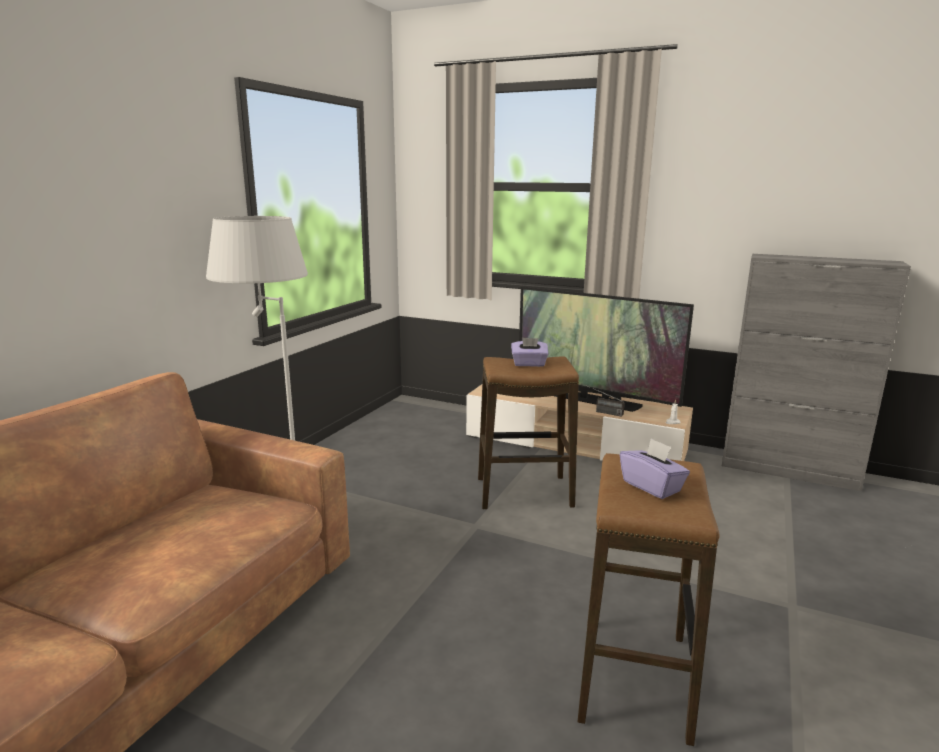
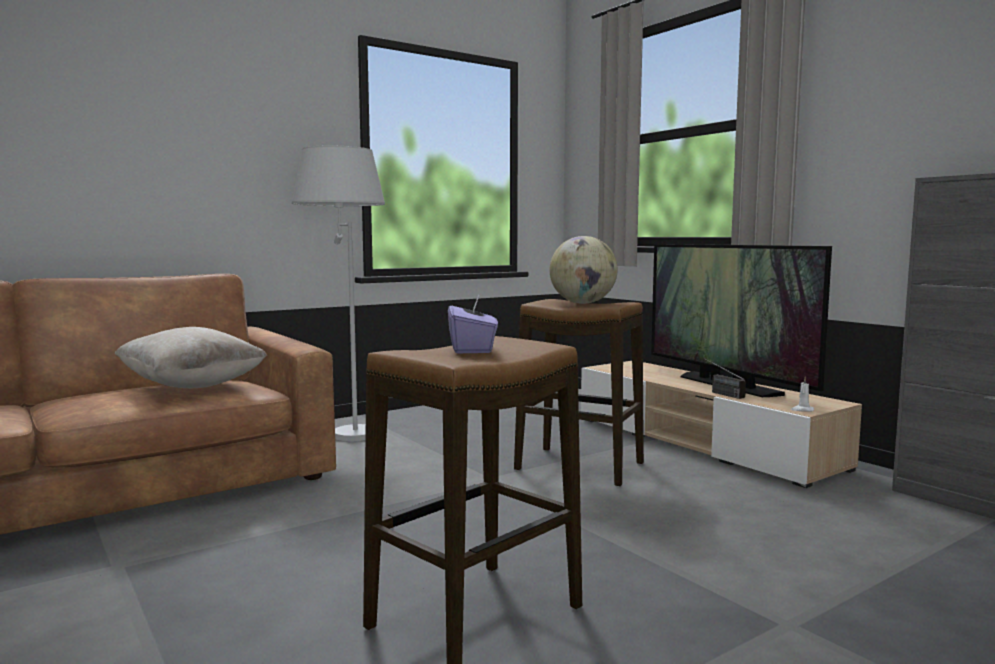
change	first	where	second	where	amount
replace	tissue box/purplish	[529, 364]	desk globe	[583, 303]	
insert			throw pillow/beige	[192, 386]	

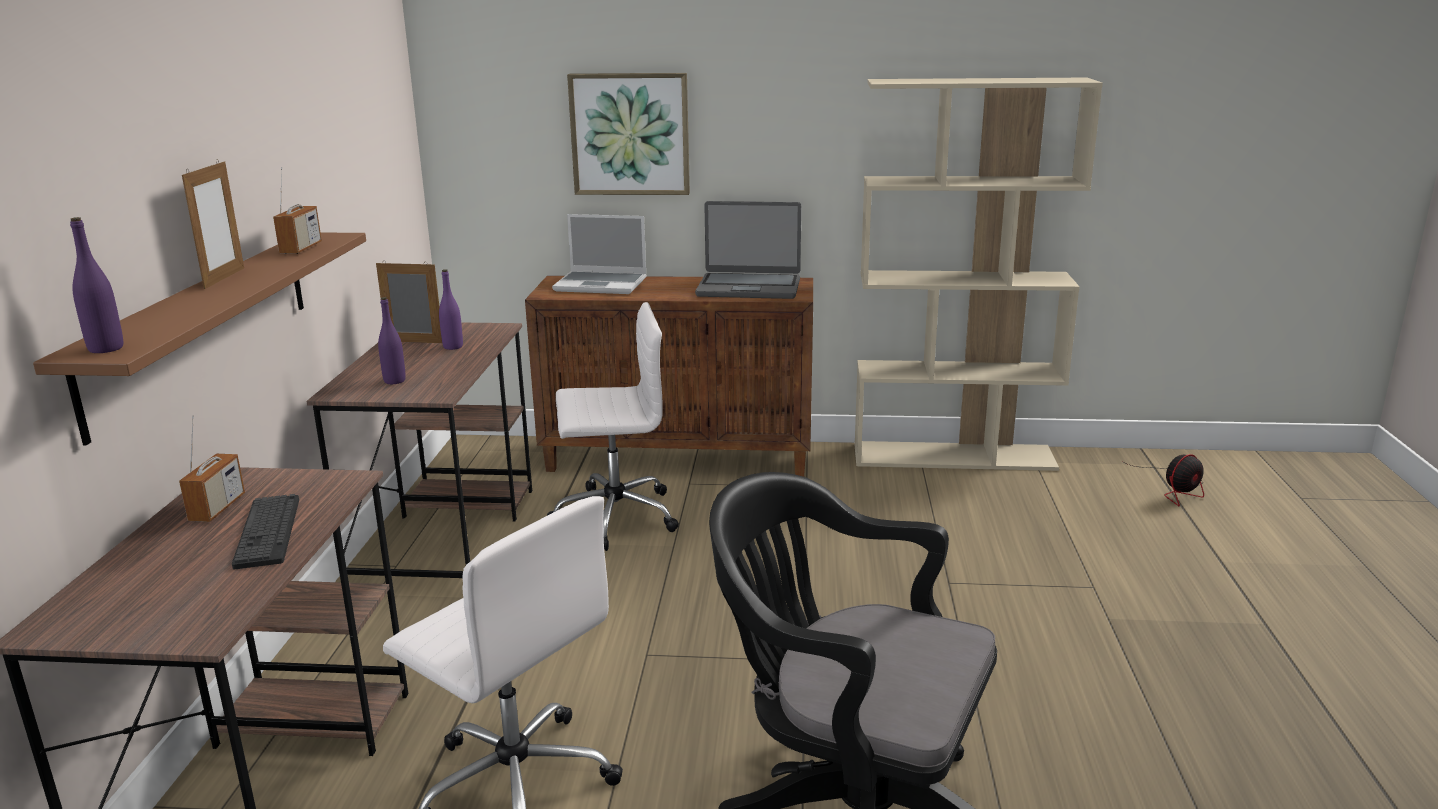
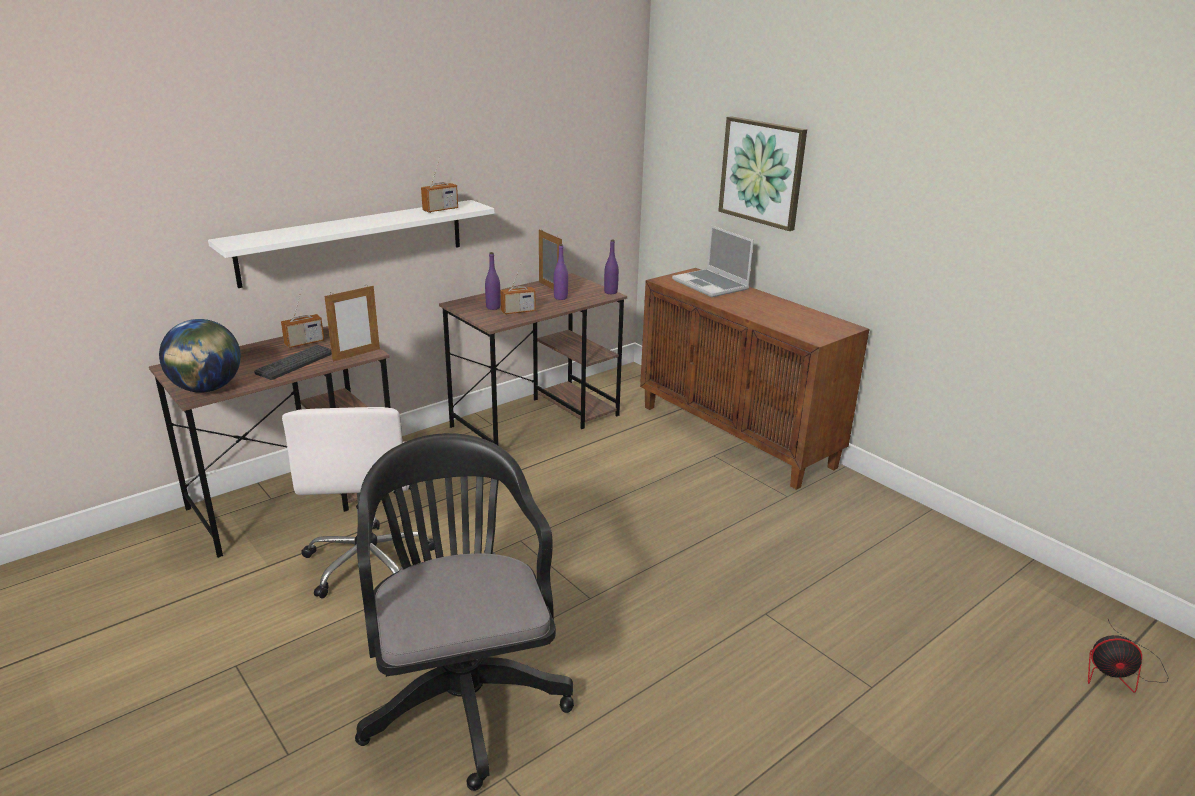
change	first	where	second	where	amount
recolor	shelf/brown	[203, 324]	shelf/white-coloured	[354, 241]	
move	bottle/purplish	[106, 348]		[610, 292]	
move	picture frame	[224, 278]		[356, 355]	
delete	office chair/white-coloured	[613, 516]			
delete	portable computer	[749, 287]			
delete	bookcase/beige	[954, 456]			
insert			desk globe	[207, 389]	
insert			radio	[518, 311]	

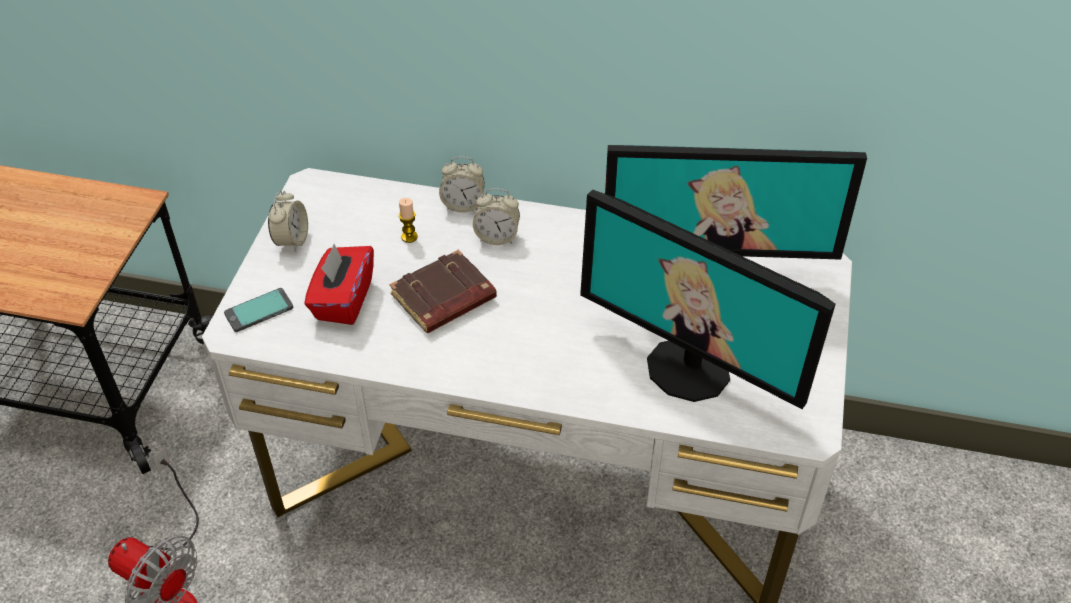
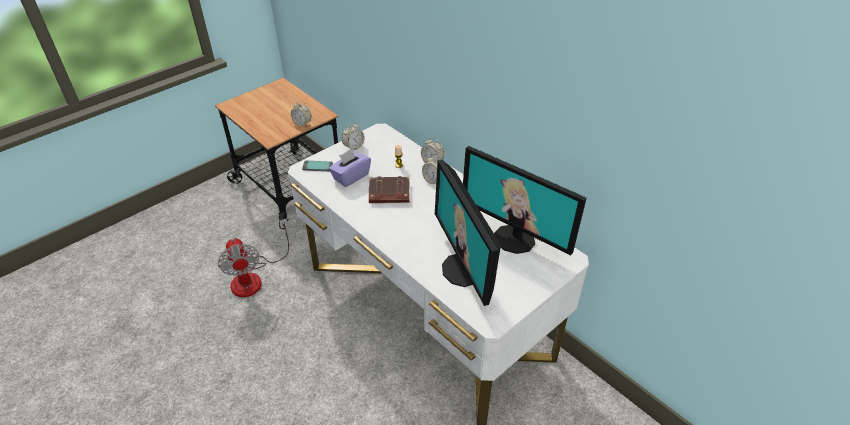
change	first	where	second	where	amount
recolor	tissue box/reddish	[343, 300]	tissue box/purplish	[350, 177]	
insert			table clock	[302, 123]	

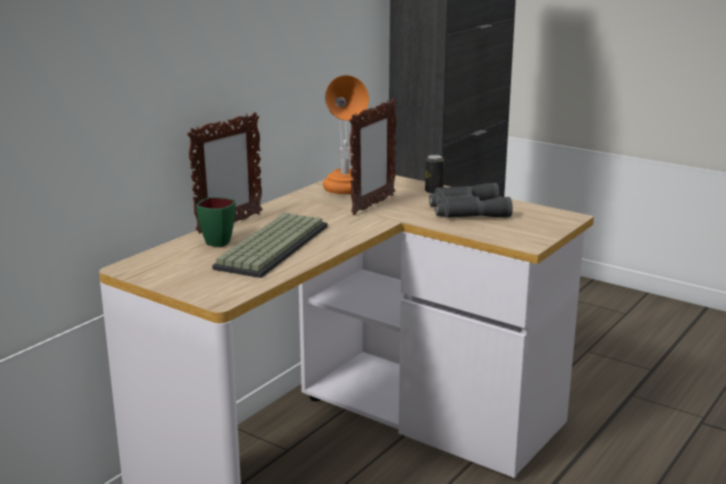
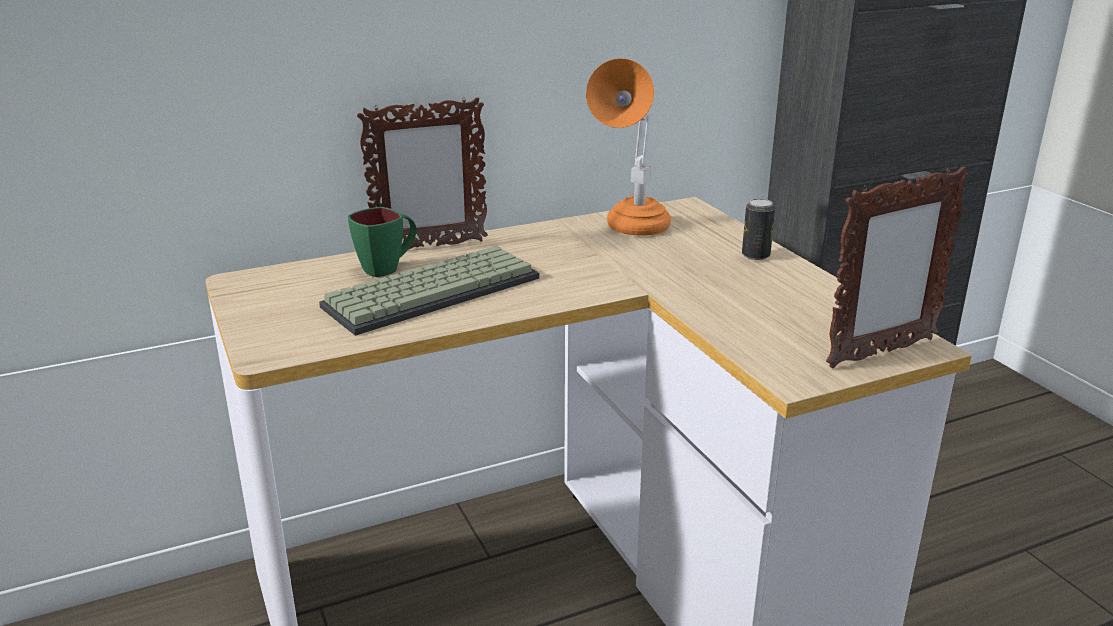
change	first	where	second	where	amount
move	picture frame	[372, 205]		[880, 353]	
delete	field glasses/greyish	[466, 210]			

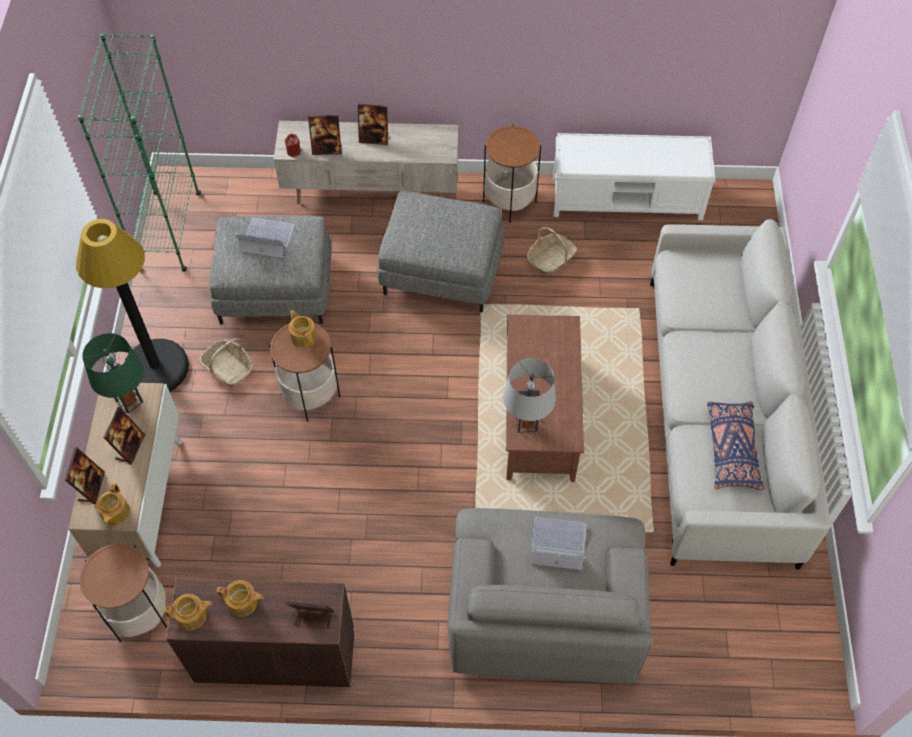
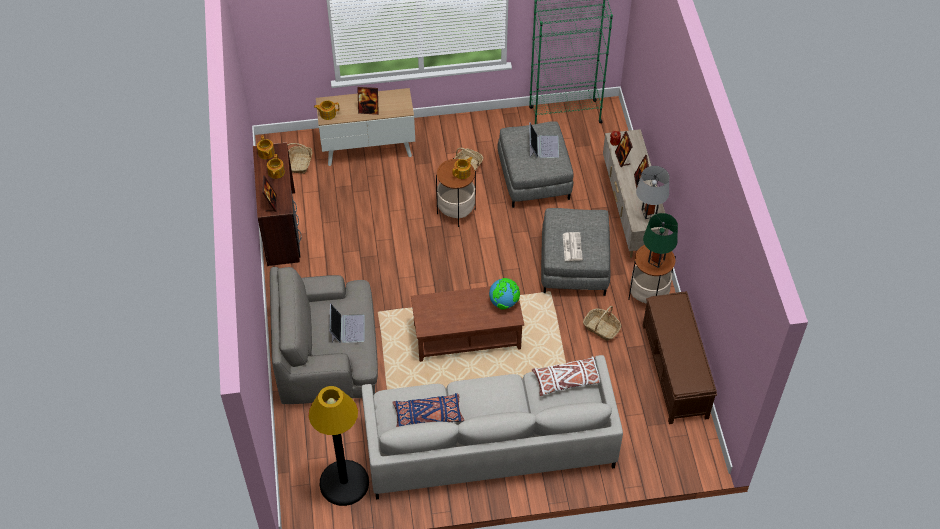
change	first	where	second	where	amount
delete	picture frame	[91, 487]			
move	floor lamp/black-coloured	[156, 368]		[344, 483]	
replace	accent table	[139, 612]	basket	[299, 163]	
move	lamp for a table/green	[129, 401]		[656, 260]	
move	lamp for a table/greyish	[526, 423]		[649, 213]	
recolor	indoor bench/white-coloured	[628, 199]	indoor bench/brown	[675, 371]	
insert			desk globe	[504, 302]	
insert			throw pillow/white-coloured	[567, 380]	
insert			daily paper	[572, 246]	

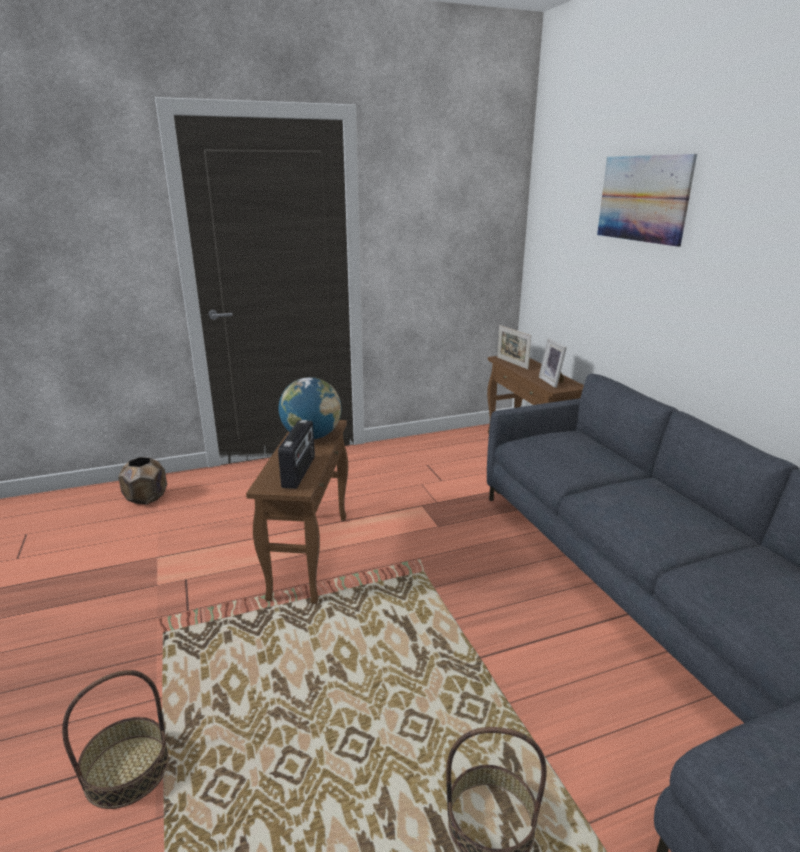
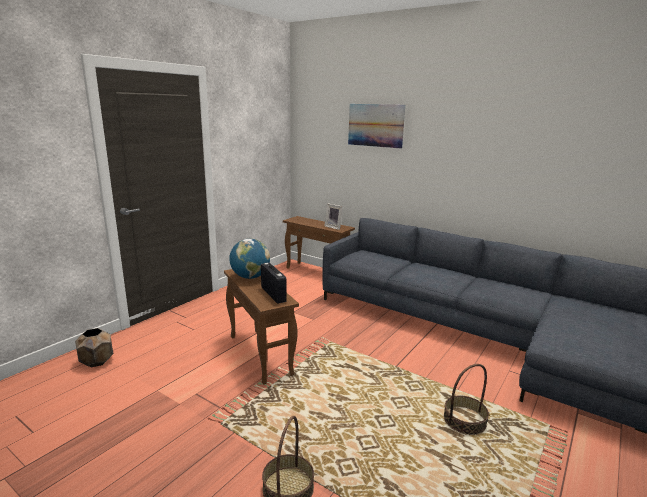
change	first	where	second	where	amount
delete	picture frame	[512, 363]			

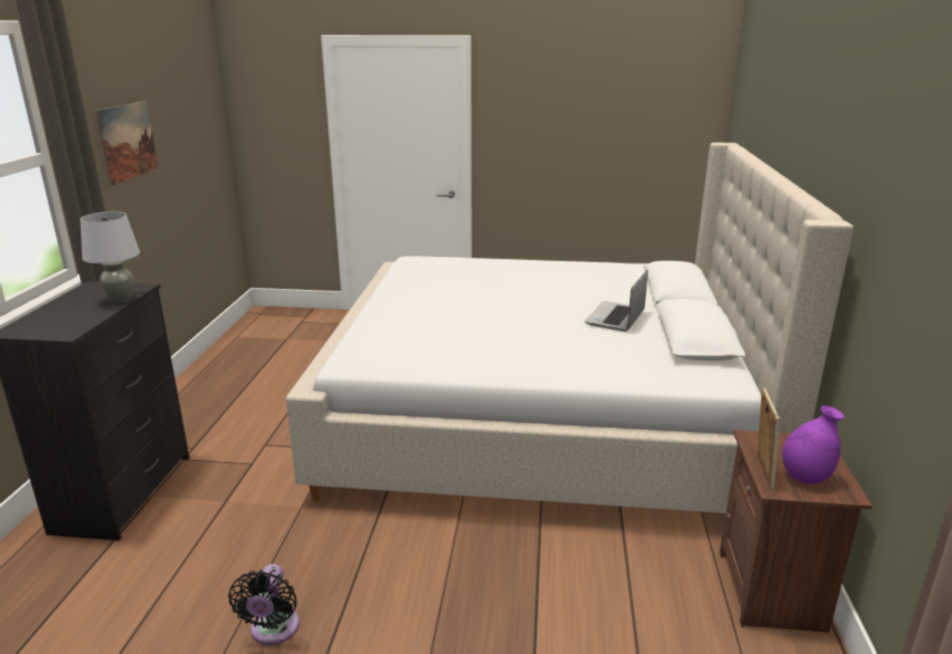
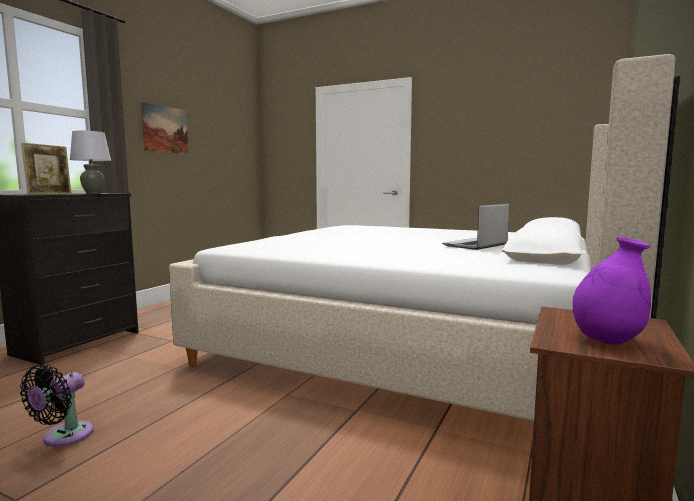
change	first	where	second	where	amount
move	picture frame	[761, 470]		[49, 194]	

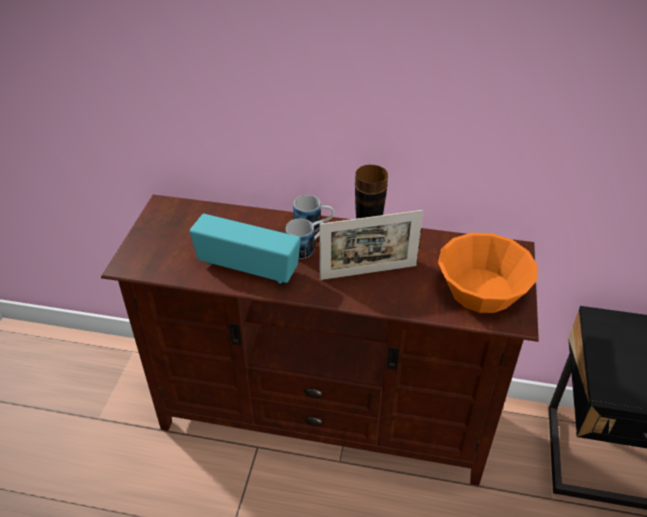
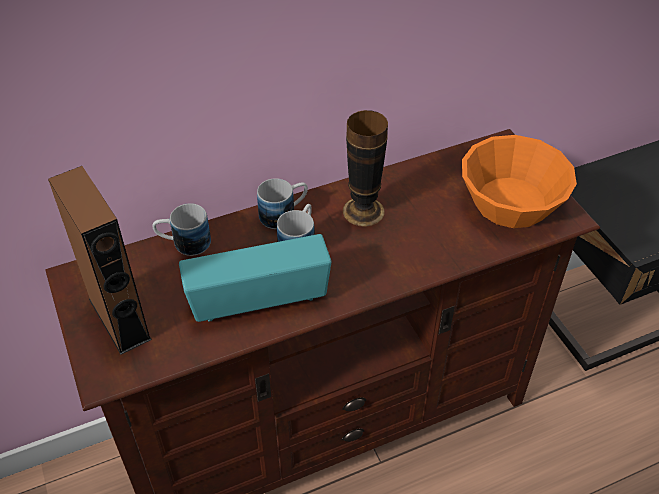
change	first	where	second	where	amount
delete	picture frame	[368, 272]			
insert			loudspeaker/brown	[119, 319]	
insert			mug	[184, 243]	

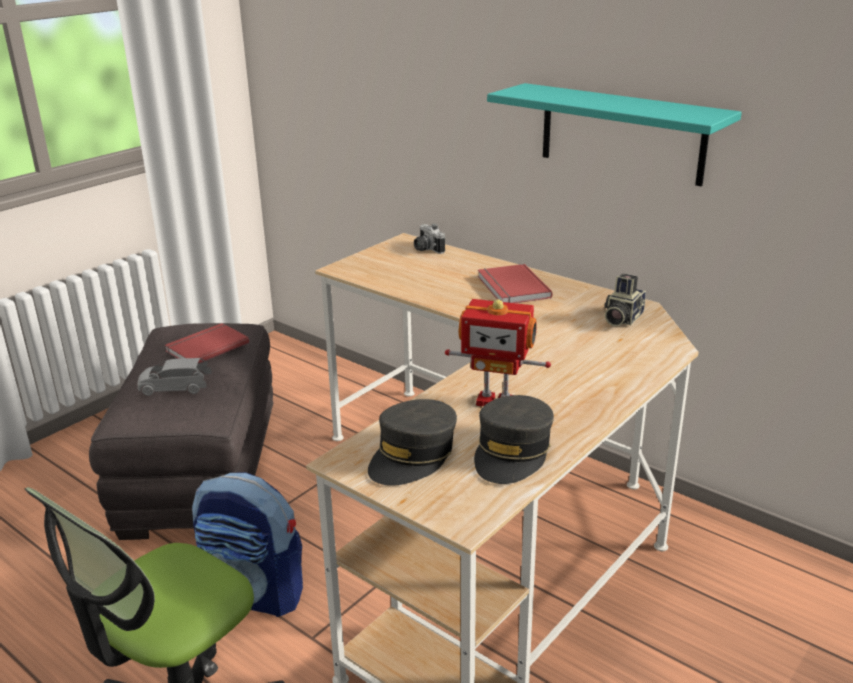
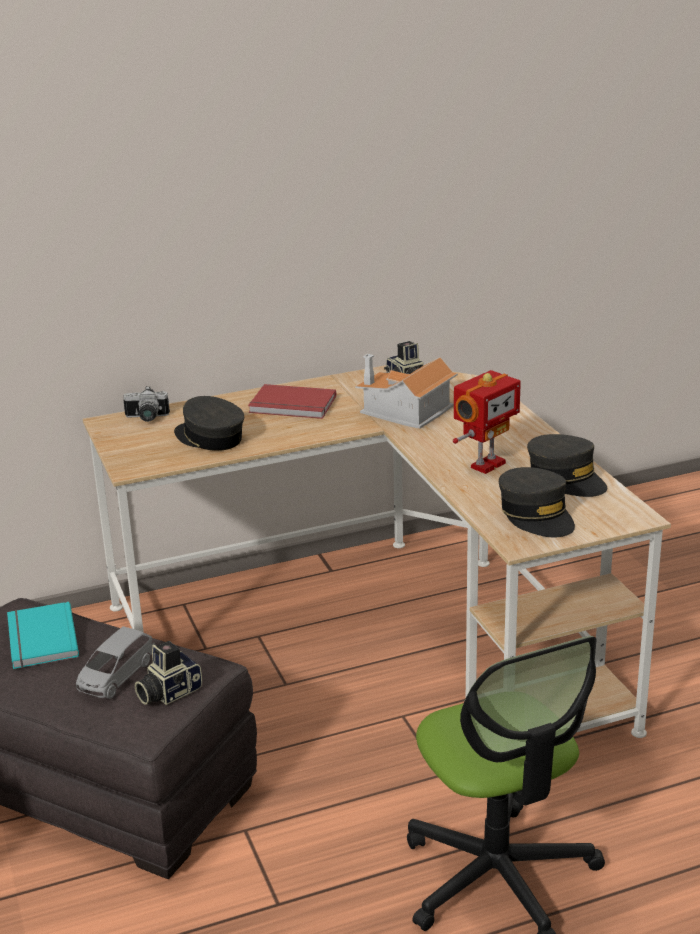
change	first	where	second	where	amount
recolor	volume/reddish	[206, 347]	volume/turquoise	[39, 639]	
delete	knapsack	[255, 593]			
delete	shelf/turquoise	[621, 133]			
insert			still camera	[168, 692]	
insert			cap/greyish	[209, 437]	
insert			miniature house	[405, 412]	

